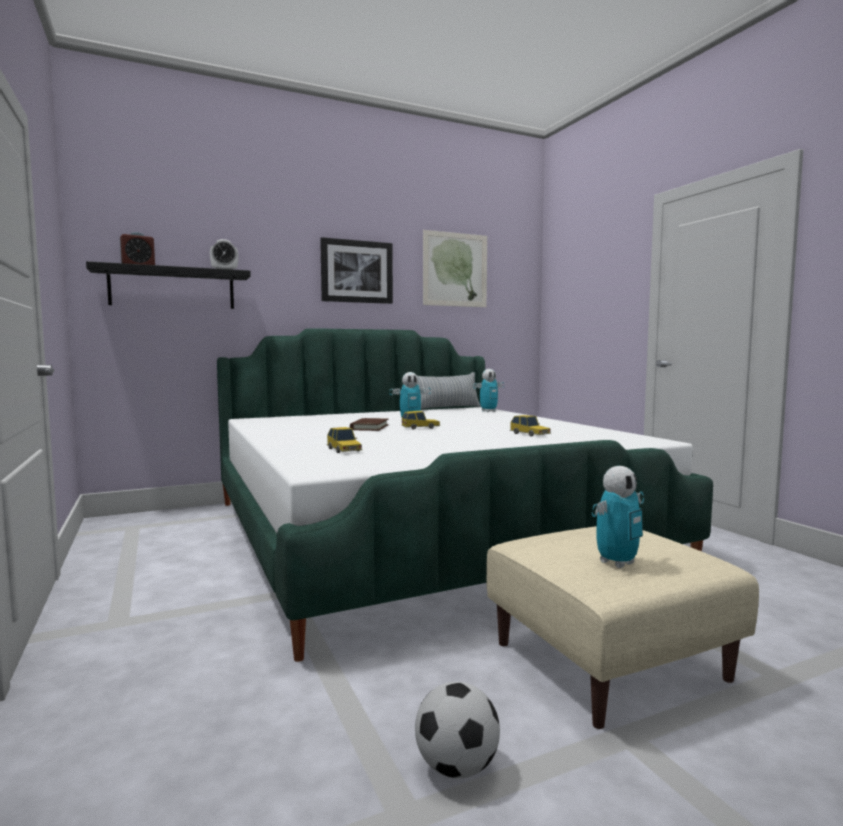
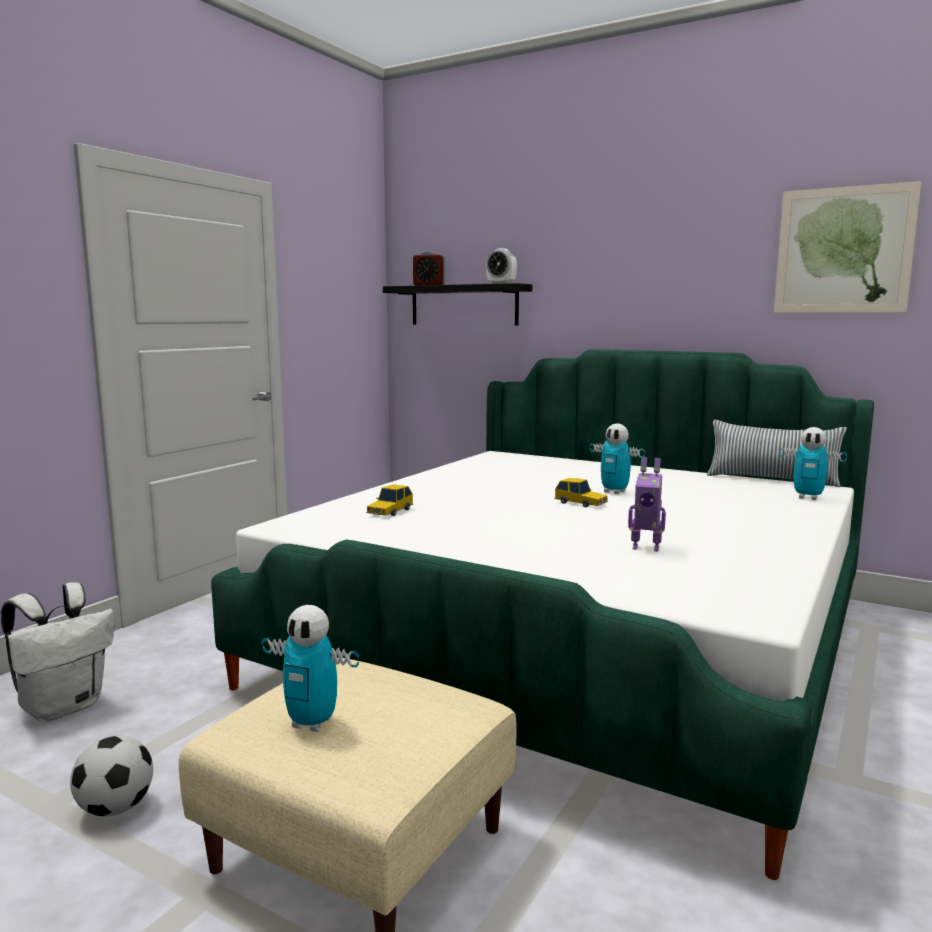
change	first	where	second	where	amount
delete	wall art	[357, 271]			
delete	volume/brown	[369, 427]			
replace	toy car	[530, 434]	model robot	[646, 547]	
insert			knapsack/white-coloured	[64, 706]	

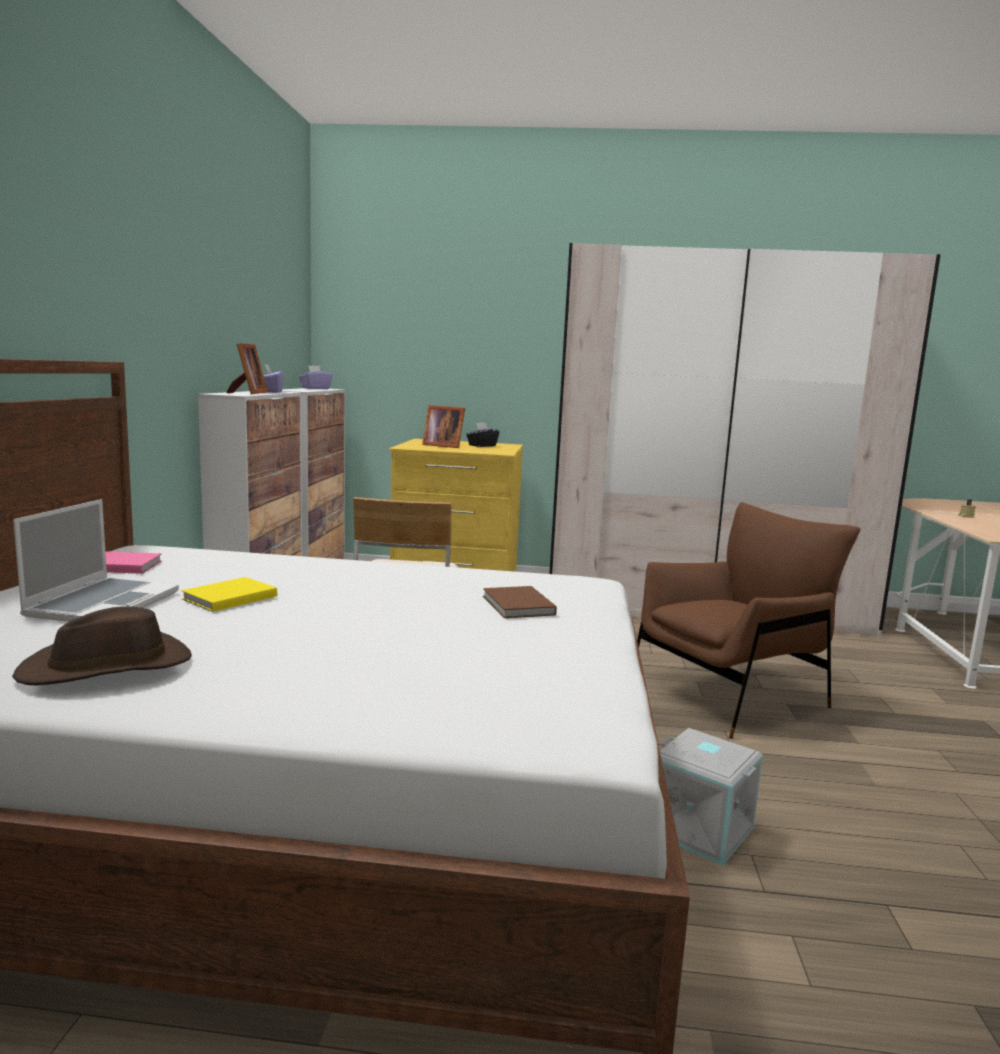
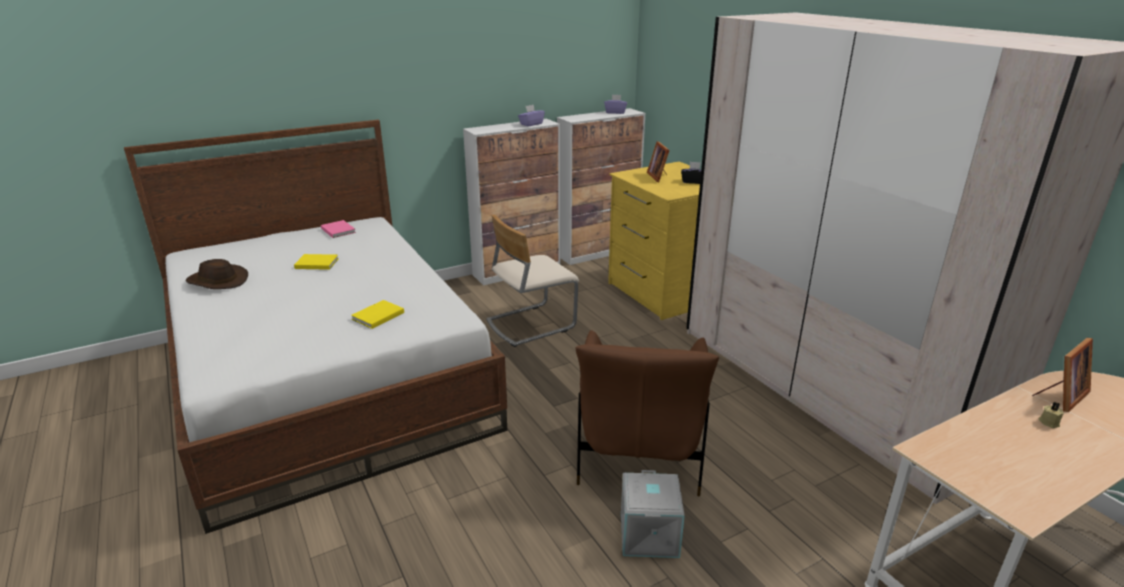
change	first	where	second	where	amount
delete	portable computer	[103, 603]			
move	picture frame	[248, 393]		[1061, 396]	
recolor	volume/brown	[517, 606]	volume/yellow	[376, 316]	
rotate	lounge chair/brown	[729, 695]		[639, 450]	75 degrees clockwise
move	storage box/greyish	[701, 828]		[650, 535]	

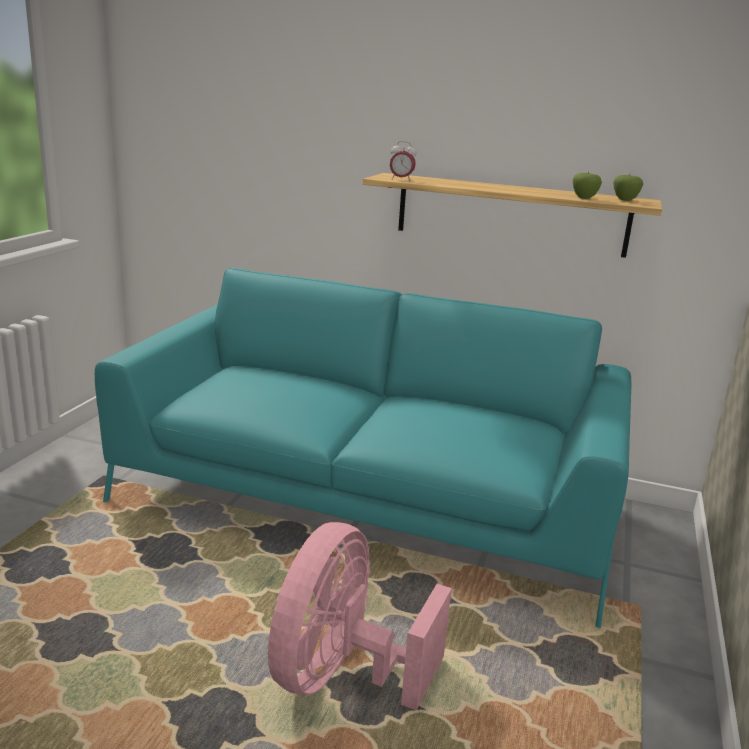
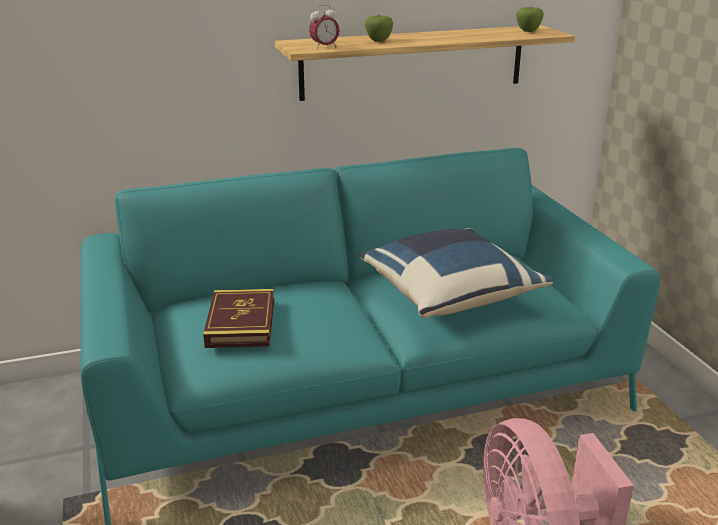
change	first	where	second	where	amount
move	apple fruit	[584, 198]		[378, 41]	
insert			volume	[241, 323]	
insert			throw pillow/blue	[449, 295]	

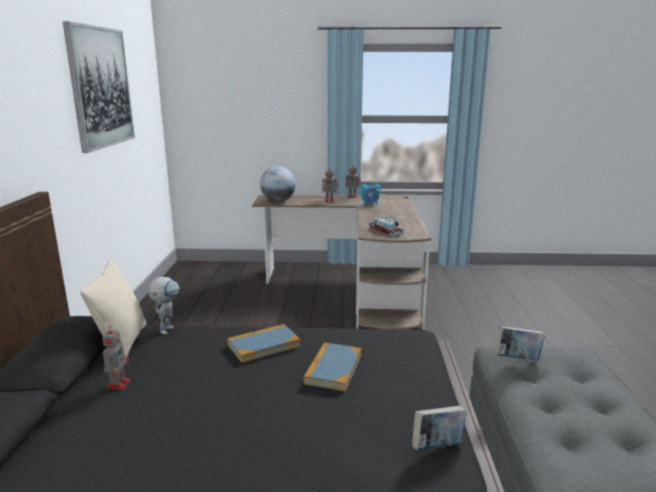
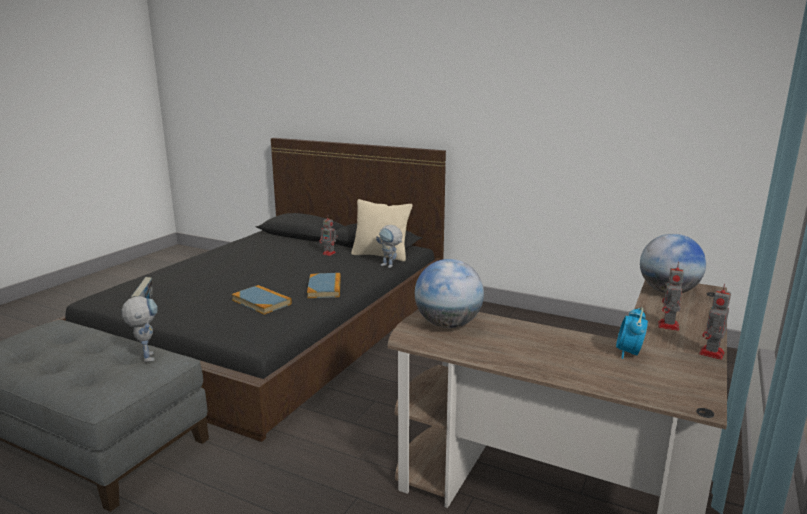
change	first	where	second	where	amount
delete	wall art	[100, 87]			
replace	toy car	[386, 231]	desk globe	[448, 324]	
replace	volume	[517, 359]	model robot	[146, 356]	

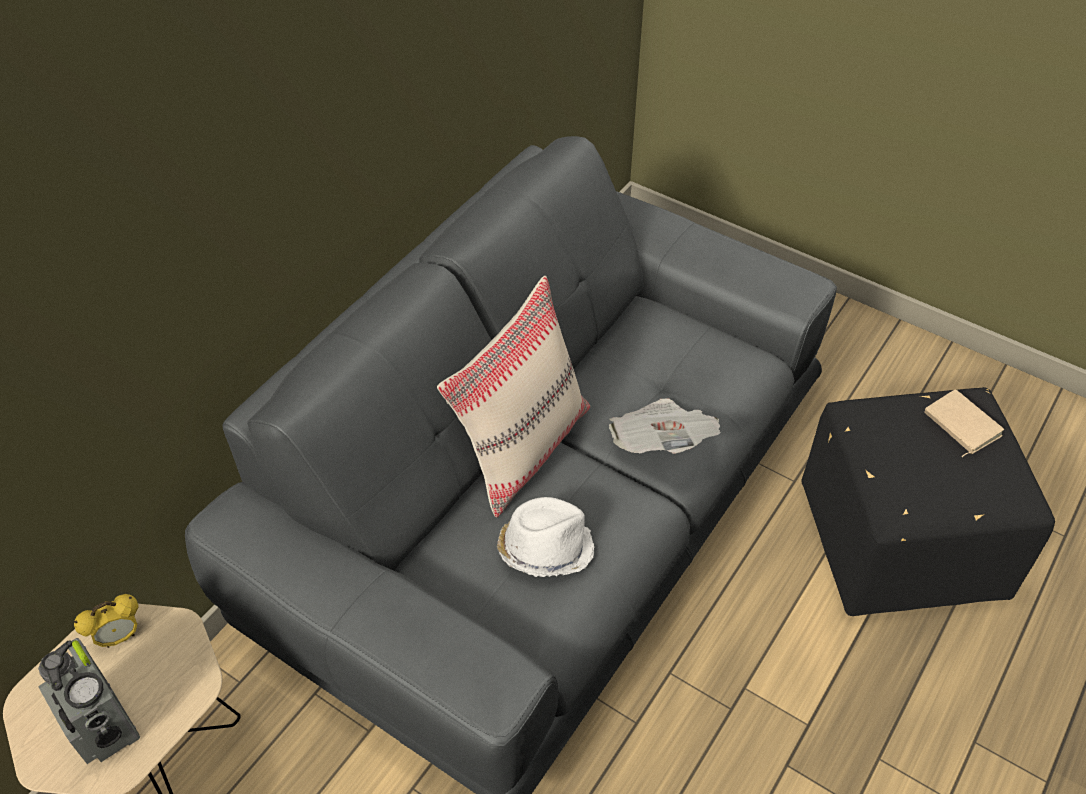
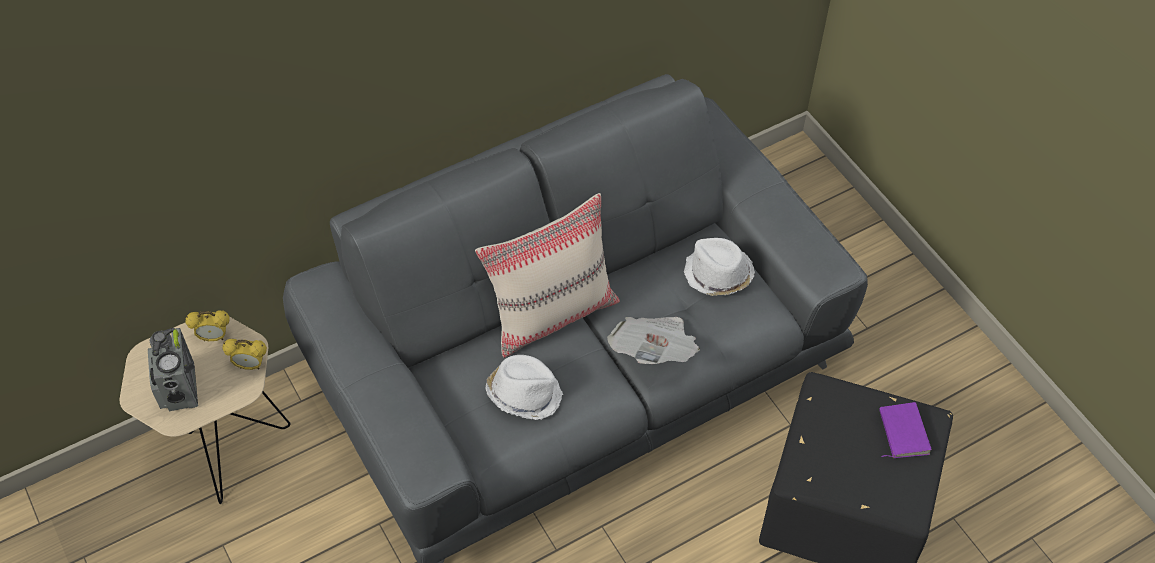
change	first	where	second	where	amount
recolor	volume/beige	[960, 425]	volume/purplish	[901, 432]	
insert			table clock	[250, 365]	
insert			wearable hat/white-coloured	[717, 275]	

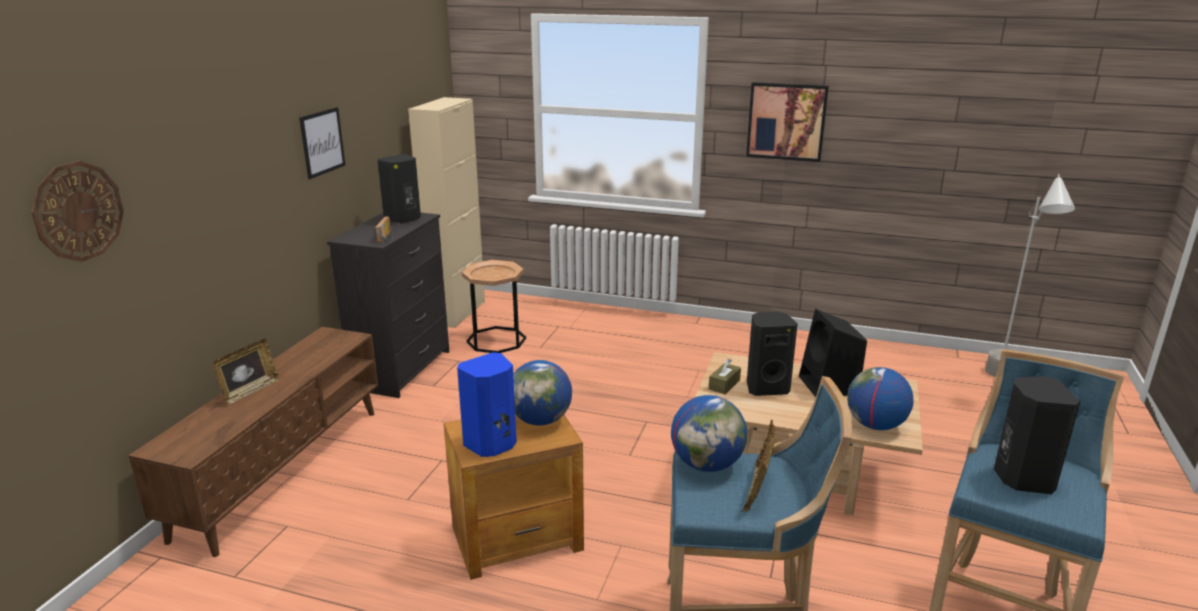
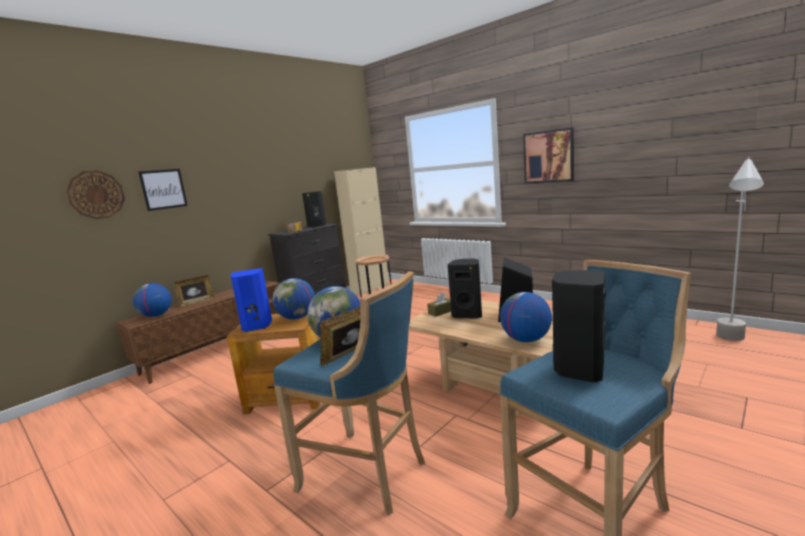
change	first	where	second	where	amount
move	wall art	[322, 142]		[163, 189]	
insert			desk globe	[156, 316]	

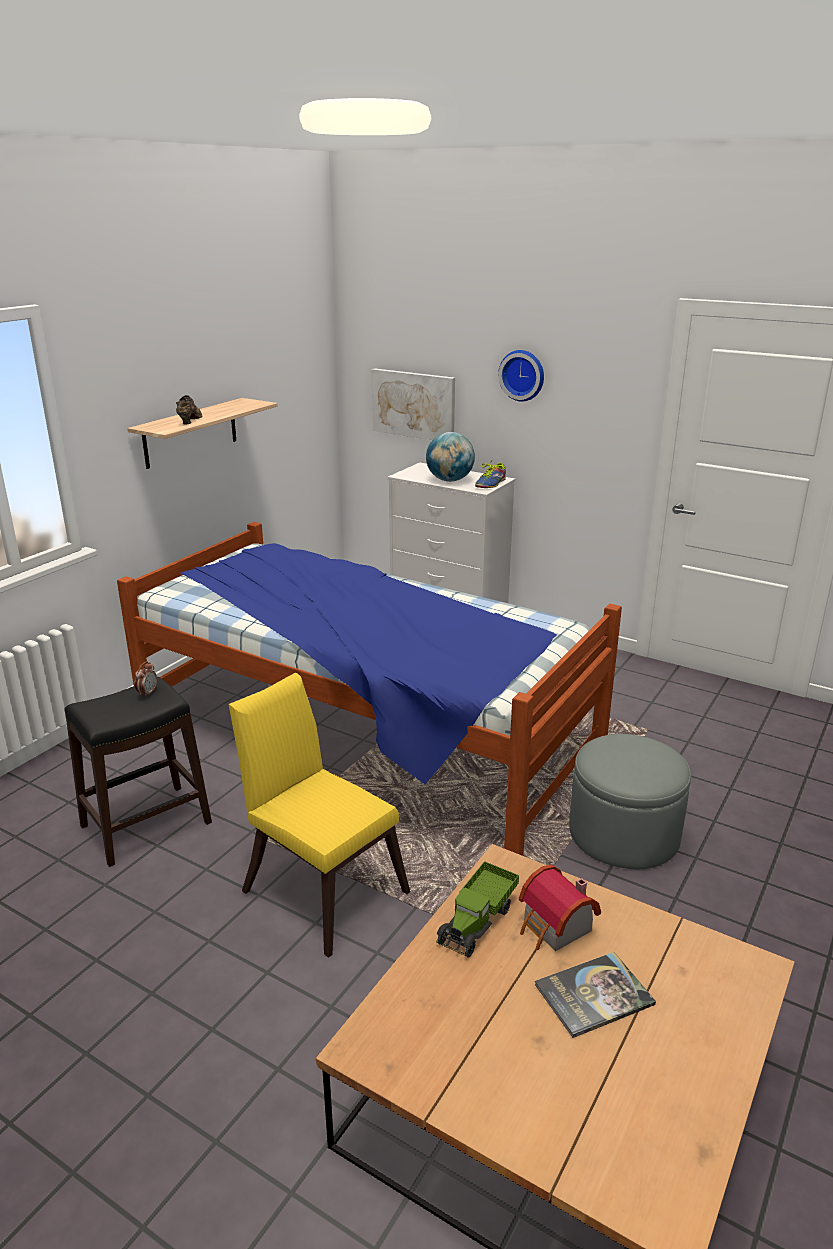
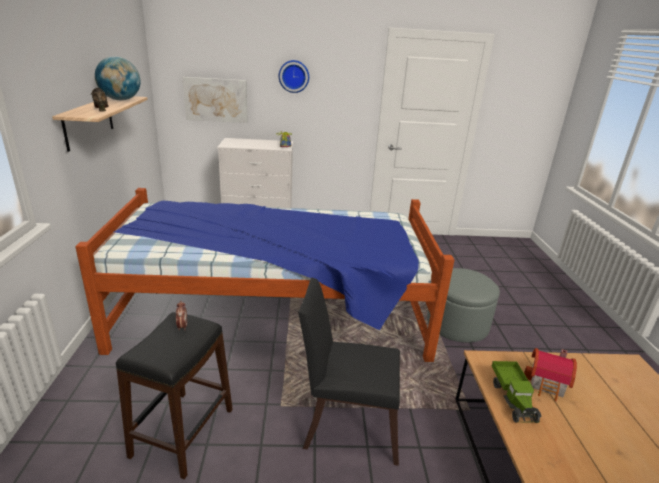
change	first	where	second	where	amount
recolor	plain chair/yellow	[320, 886]	plain chair/black-coloured	[346, 421]	
move	desk globe	[449, 480]		[121, 100]	
delete	volume	[594, 995]			

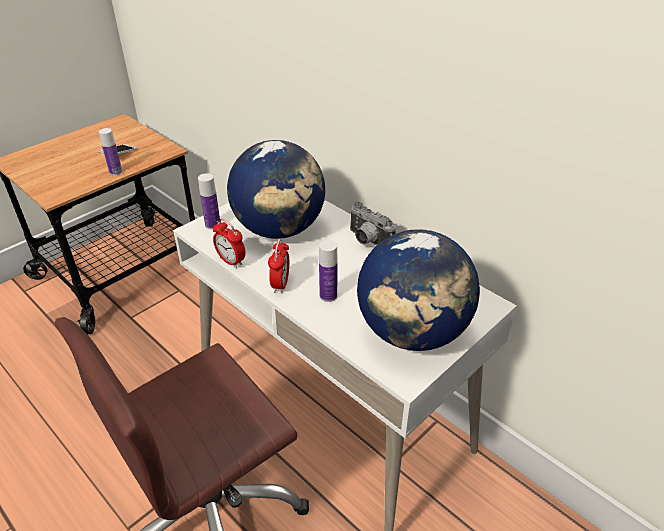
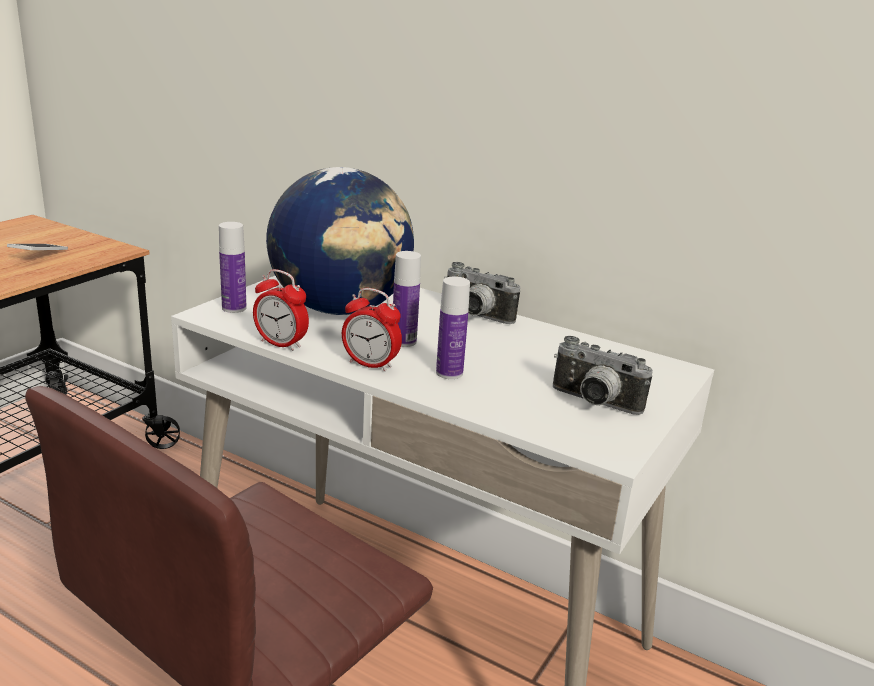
change	first	where	second	where	amount
move	bottle	[116, 172]		[404, 341]	
rotate	table clock	[280, 284]		[370, 364]	120 degrees clockwise
replace	desk globe	[412, 332]	still camera	[593, 403]	

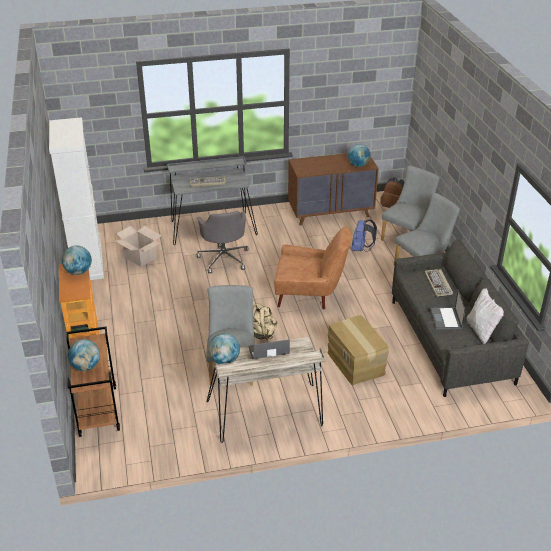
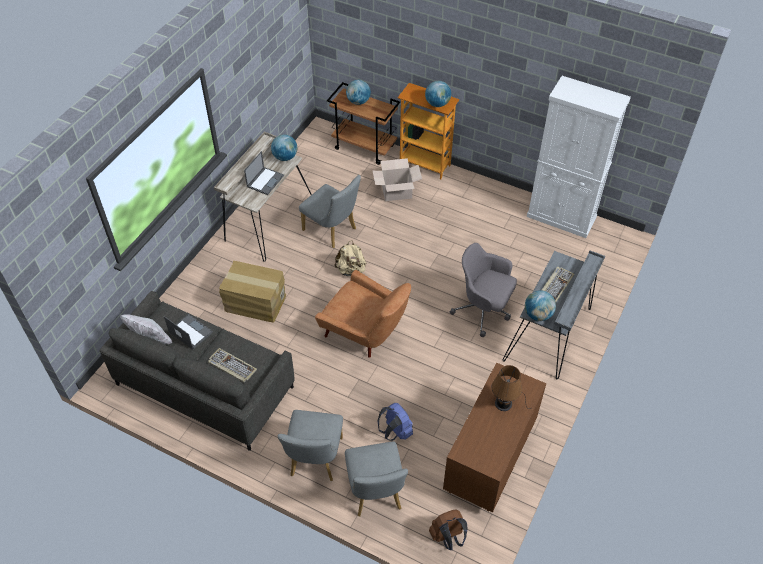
change	first	where	second	where	amount
move	packing box	[139, 257]		[397, 192]	
rotate	lounge chair/brown	[309, 295]		[365, 333]	105 degrees counterclockwise
move	desk globe	[358, 165]		[538, 315]	
insert			lamp for a table/brown	[505, 403]	

